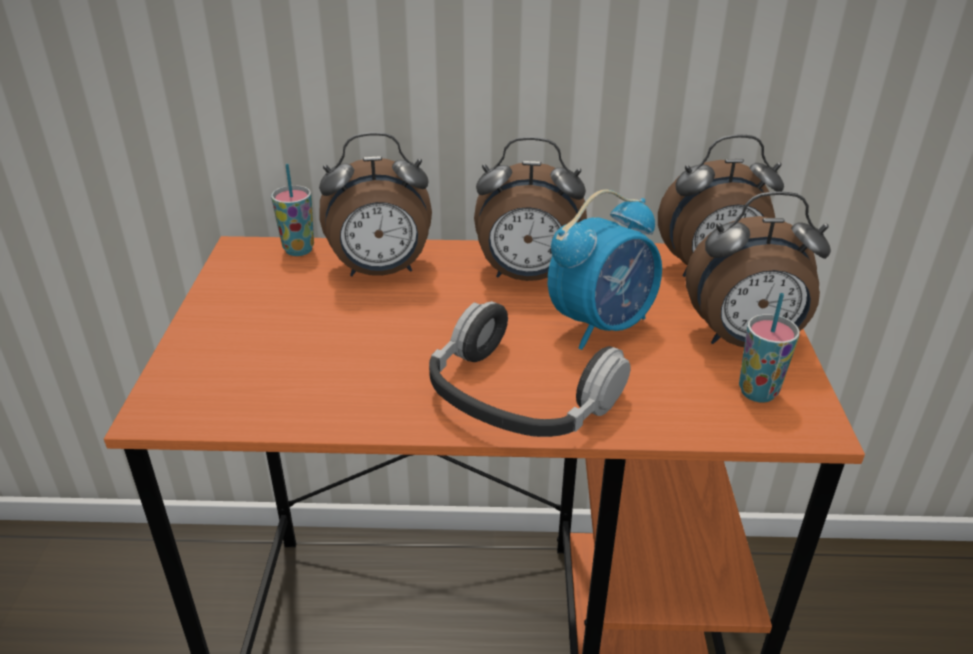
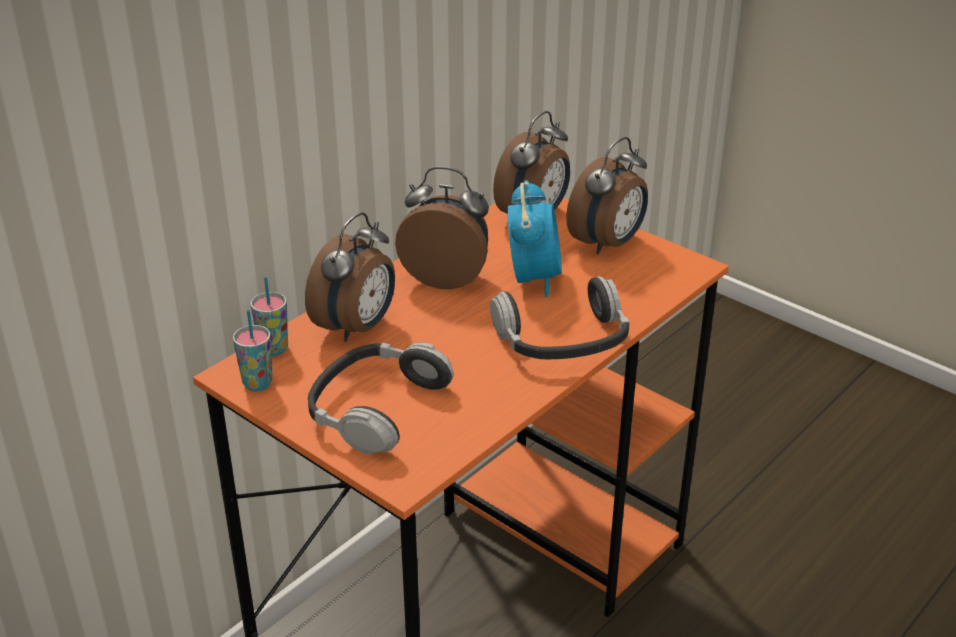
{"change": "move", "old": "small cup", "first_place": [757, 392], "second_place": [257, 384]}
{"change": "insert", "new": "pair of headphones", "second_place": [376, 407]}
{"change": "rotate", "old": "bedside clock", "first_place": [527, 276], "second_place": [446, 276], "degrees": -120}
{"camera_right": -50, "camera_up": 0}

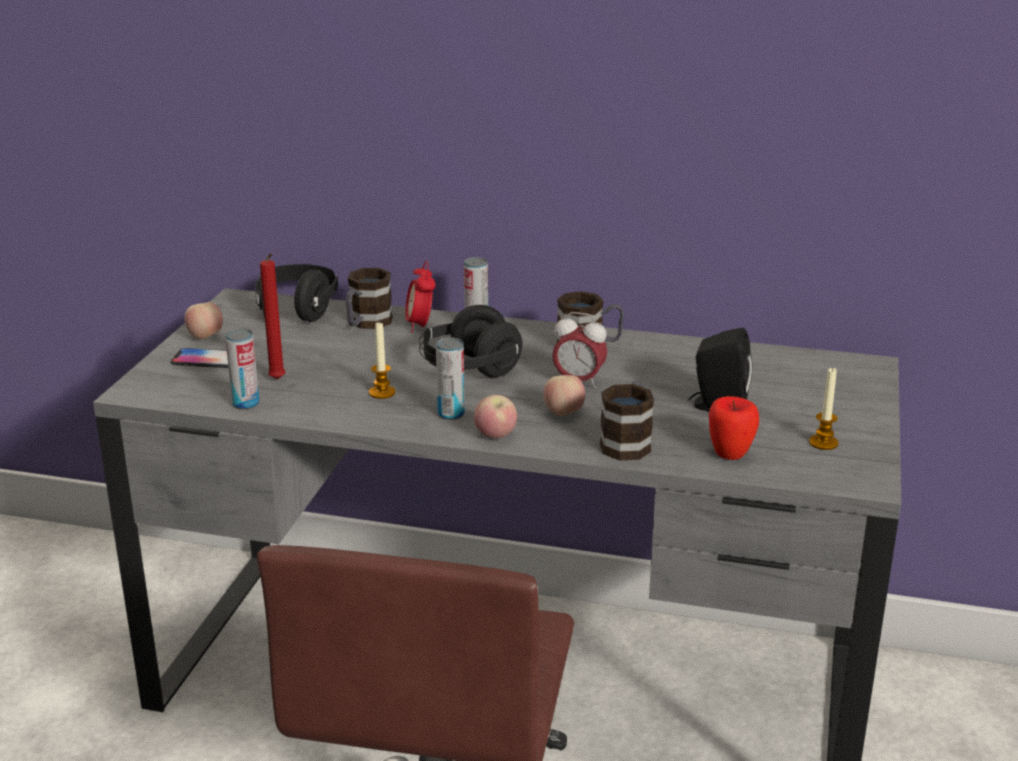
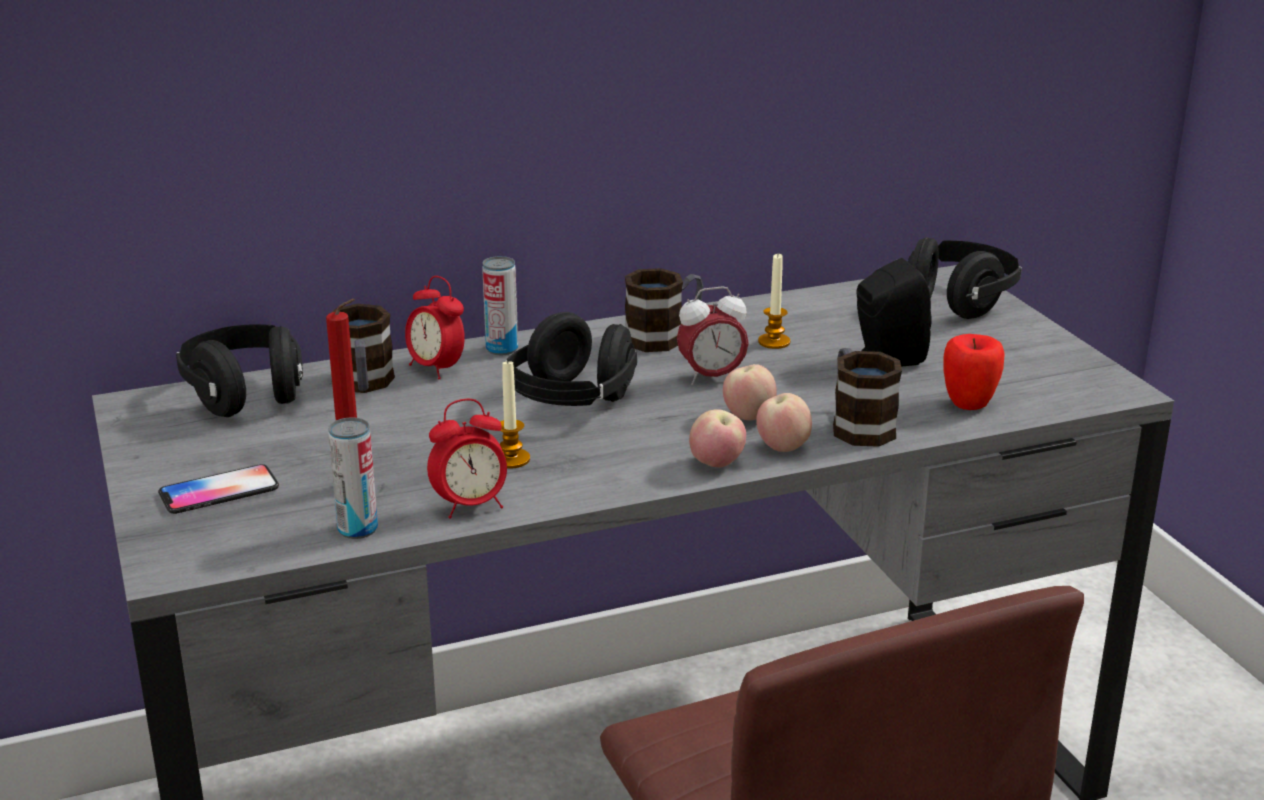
{"change": "insert", "new": "bedside clock", "second_place": [471, 506]}
{"change": "move", "old": "apple", "first_place": [205, 337], "second_place": [783, 447]}
{"change": "move", "old": "wax light", "first_place": [823, 443], "second_place": [774, 342]}
{"change": "insert", "new": "pair of headphones in black", "second_place": [958, 302]}
{"change": "delete", "old": "sealed can", "first_place": [451, 414]}
{"camera_right": -35, "camera_up": 0}

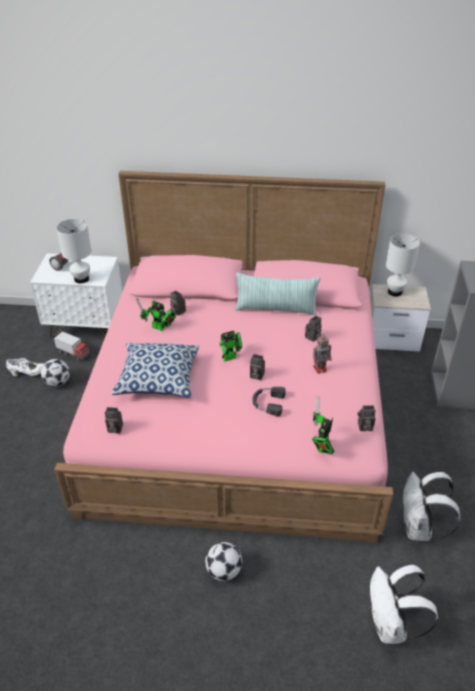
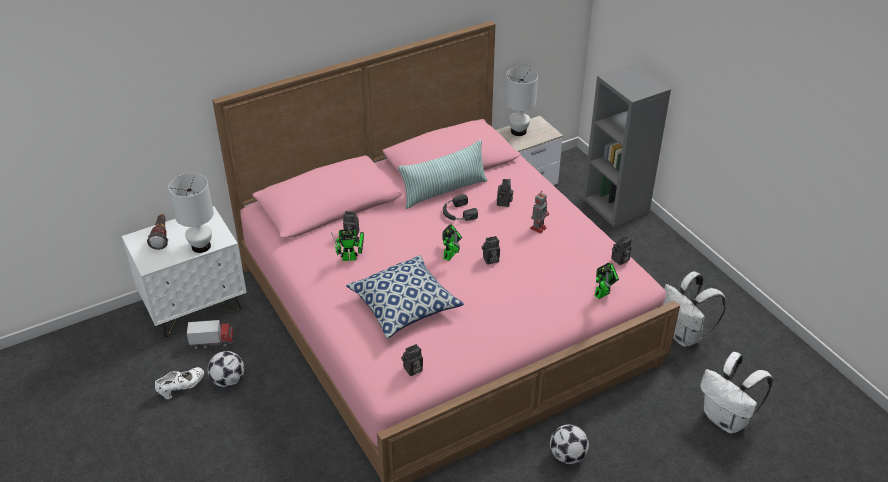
{"change": "move", "old": "pair of headphones in black", "first_place": [268, 403], "second_place": [458, 213]}
{"change": "rotate", "old": "robot figure", "first_place": [321, 447], "second_place": [603, 293], "degrees": -120}
{"camera_right": -35, "camera_up": 0}

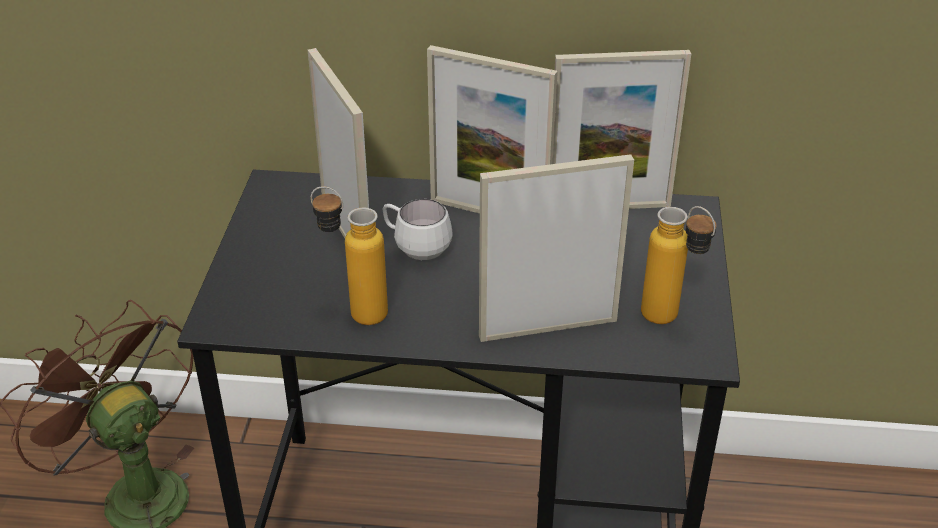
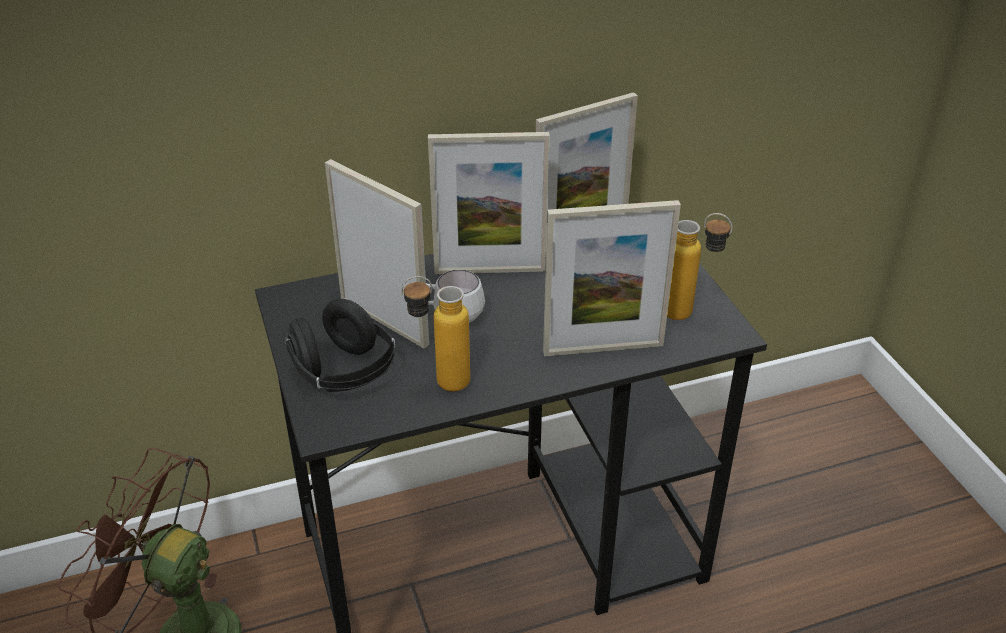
{"change": "insert", "new": "pair of headphones in black", "second_place": [343, 373]}
{"change": "rotate", "old": "standing frame", "first_place": [548, 328], "second_place": [603, 348], "degrees": -150}
{"camera_right": -25, "camera_up": 0}

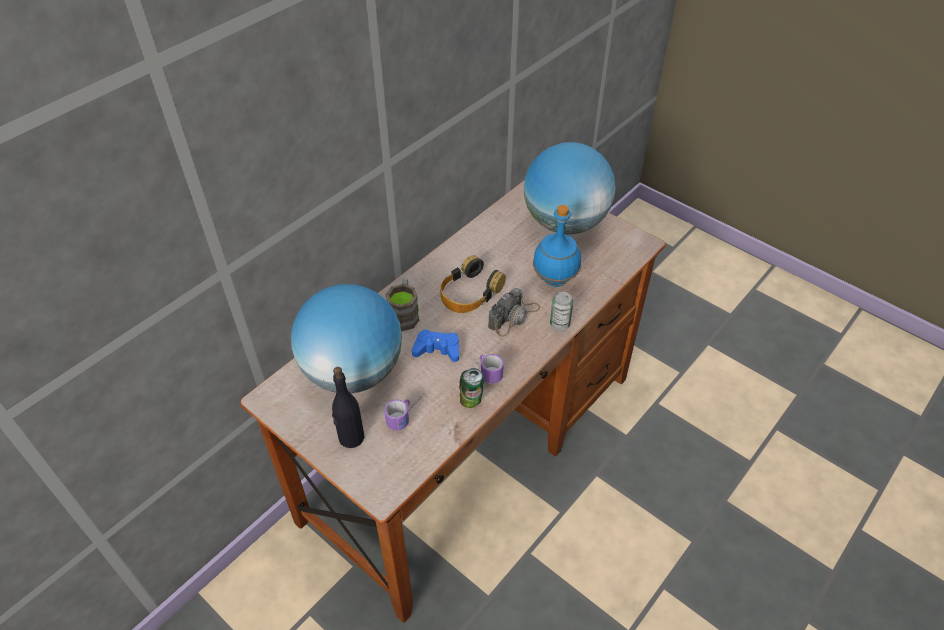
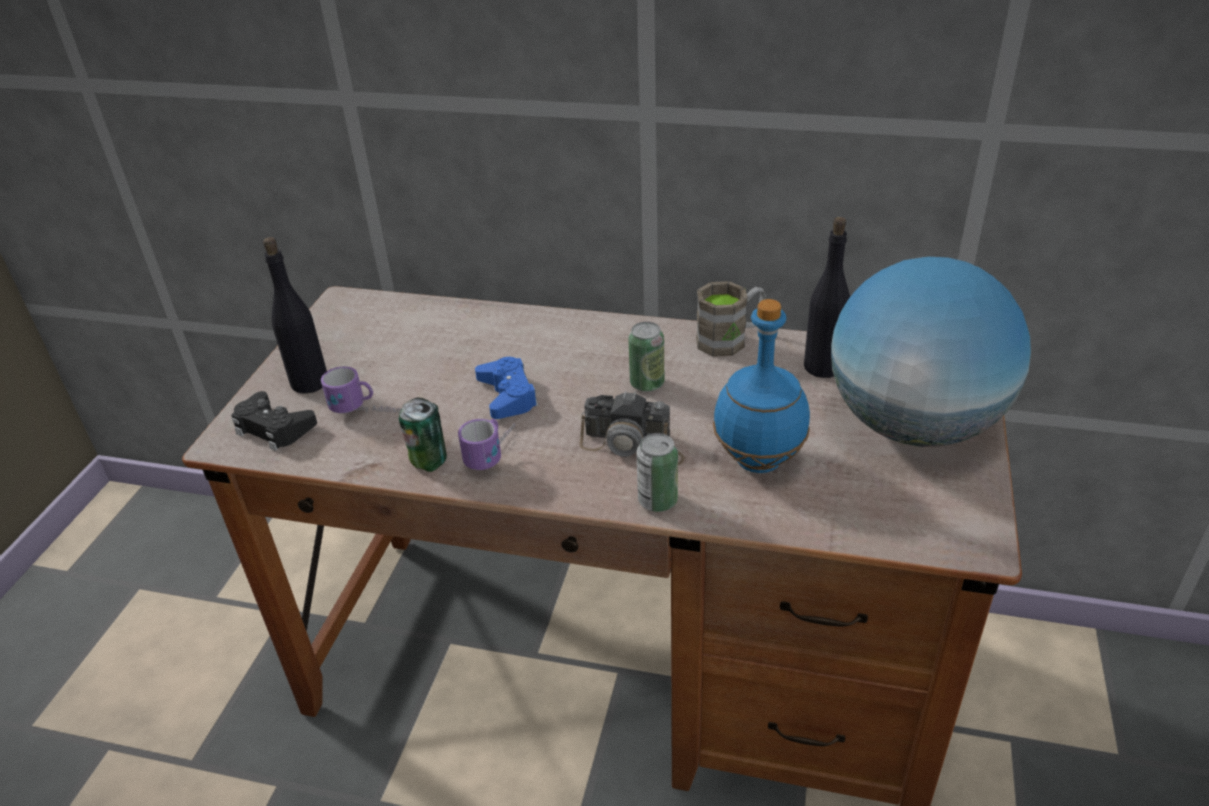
{"change": "insert", "new": "game controller in black", "second_place": [274, 428]}
{"change": "replace", "old": "pair of headphones", "new": "sealed can", "first_place": [470, 292], "second_place": [647, 383]}
{"change": "move", "old": "coffee mug in brown", "first_place": [404, 314], "second_place": [730, 339]}
{"change": "insert", "new": "beverage bottle in black", "second_place": [823, 366]}
{"change": "delete", "old": "desk globe", "first_place": [353, 372]}
{"camera_right": 65, "camera_up": -10}

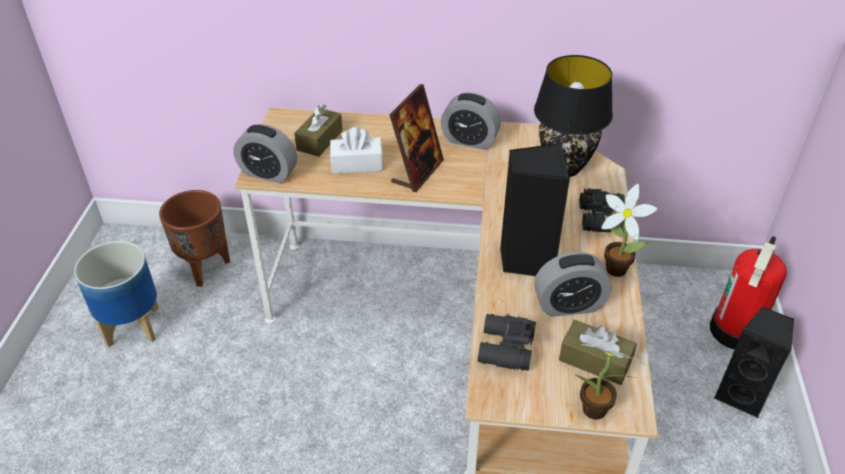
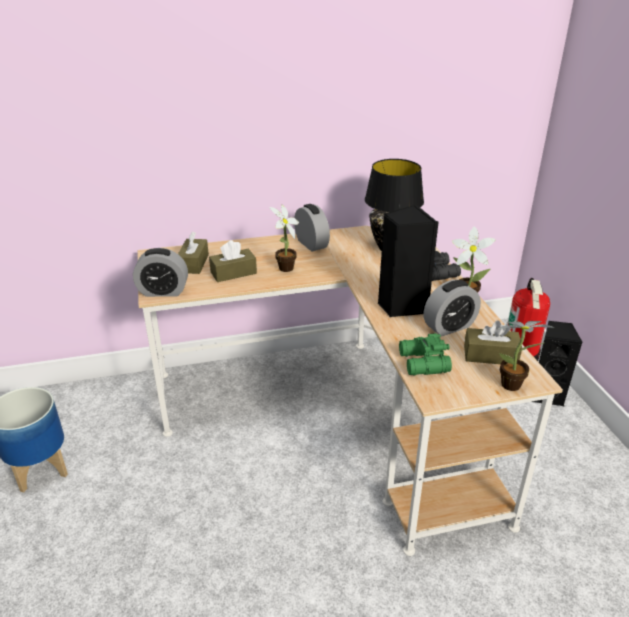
{"change": "recolor", "old": "tissue holder in whitish", "new": "tissue holder in brown", "first_place": [357, 164], "second_place": [233, 273]}
{"change": "replace", "old": "standing frame", "new": "houseplant", "first_place": [417, 172], "second_place": [284, 269]}
{"change": "rotate", "old": "bedside clock", "first_place": [469, 140], "second_place": [311, 244], "degrees": -120}
{"change": "recolor", "old": "binoculars in black", "new": "binoculars in green-coloured", "first_place": [504, 349], "second_place": [422, 363]}
{"change": "delete", "old": "planter in brown", "first_place": [205, 268]}
{"camera_right": -20, "camera_up": -10}

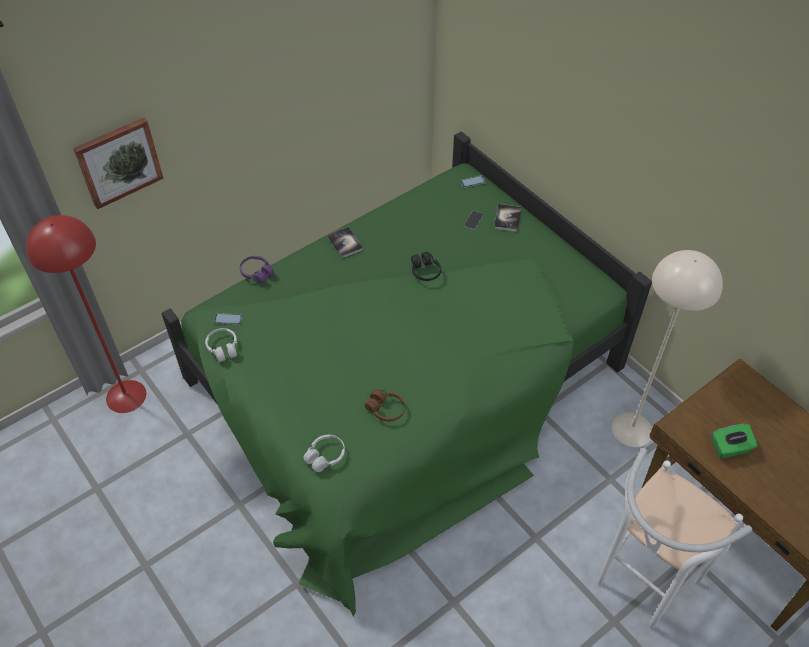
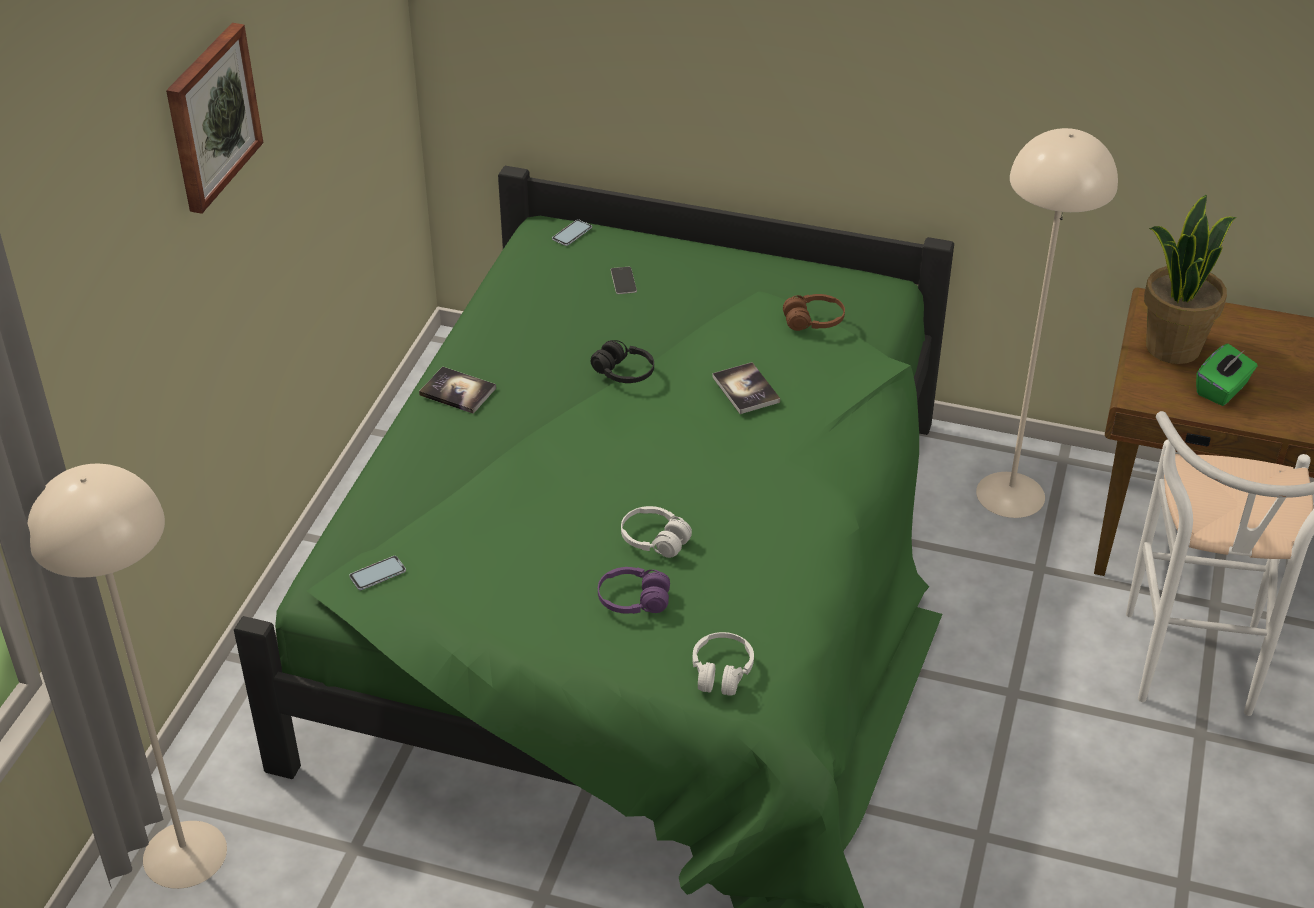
{"change": "recolor", "old": "floor lamp in reddish", "new": "floor lamp in beige", "first_place": [126, 396], "second_place": [185, 853]}
{"change": "move", "old": "wall picture", "first_place": [118, 162], "second_place": [211, 116]}
{"change": "move", "old": "pair of headphones in purplish", "first_place": [257, 273], "second_place": [633, 600]}
{"change": "move", "old": "pair of headphones in whitish", "first_place": [223, 348], "second_place": [654, 540]}
{"change": "move", "old": "volume", "first_place": [507, 218], "second_place": [746, 389]}
{"change": "move", "old": "pair of headphones in brown", "first_place": [385, 409], "second_place": [813, 321]}
{"change": "insert", "new": "houseplant", "second_place": [1172, 347]}
{"camera_right": -35, "camera_up": -10}

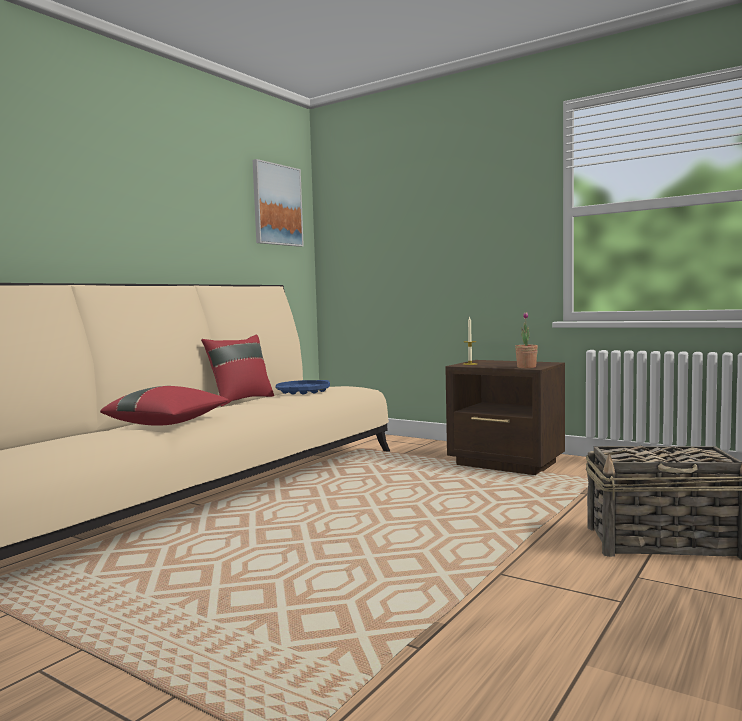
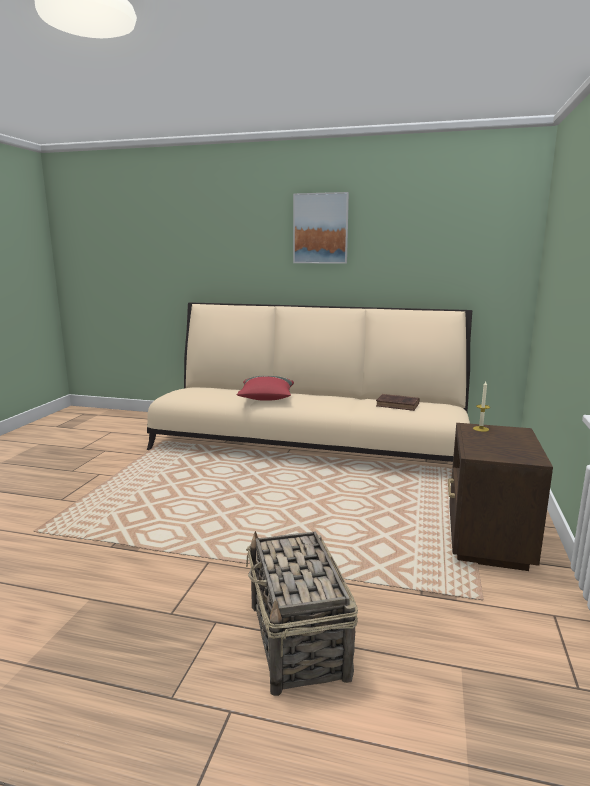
{"change": "move", "old": "wall picture", "first_place": [277, 205], "second_place": [320, 228]}
{"change": "replace", "old": "tray in bluish", "new": "volume in brown", "first_place": [303, 391], "second_place": [398, 405]}
{"change": "delete", "old": "throw pillow in reddish", "first_place": [240, 400]}
{"change": "delete", "old": "houseplant", "first_place": [526, 367]}
{"camera_right": 70, "camera_up": 10}

